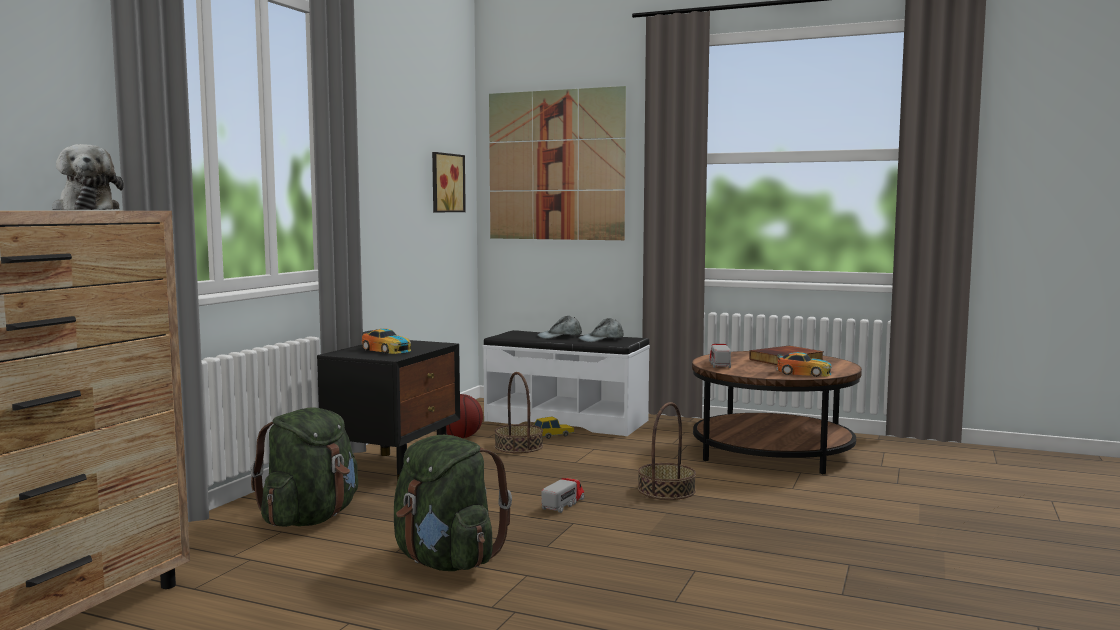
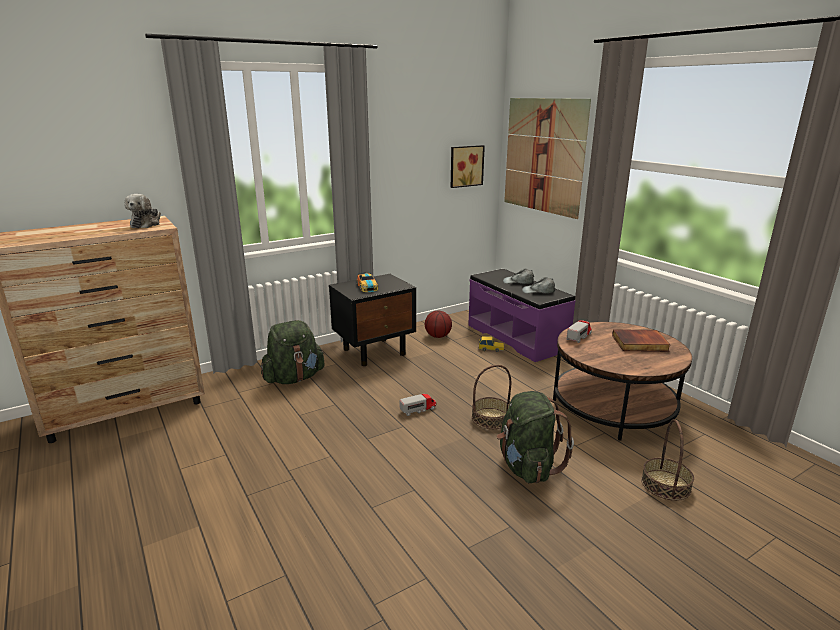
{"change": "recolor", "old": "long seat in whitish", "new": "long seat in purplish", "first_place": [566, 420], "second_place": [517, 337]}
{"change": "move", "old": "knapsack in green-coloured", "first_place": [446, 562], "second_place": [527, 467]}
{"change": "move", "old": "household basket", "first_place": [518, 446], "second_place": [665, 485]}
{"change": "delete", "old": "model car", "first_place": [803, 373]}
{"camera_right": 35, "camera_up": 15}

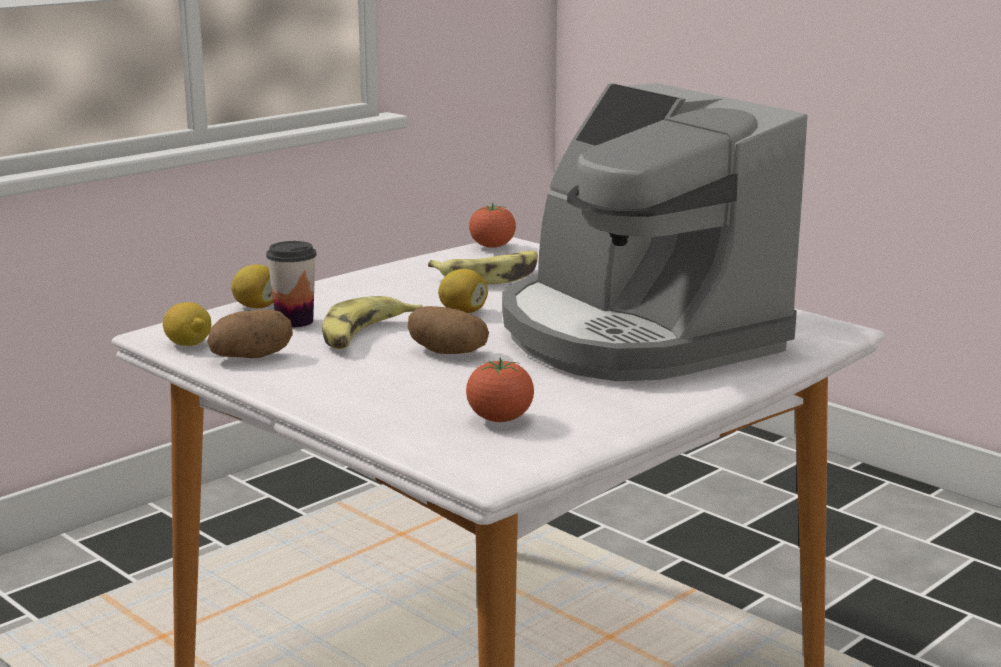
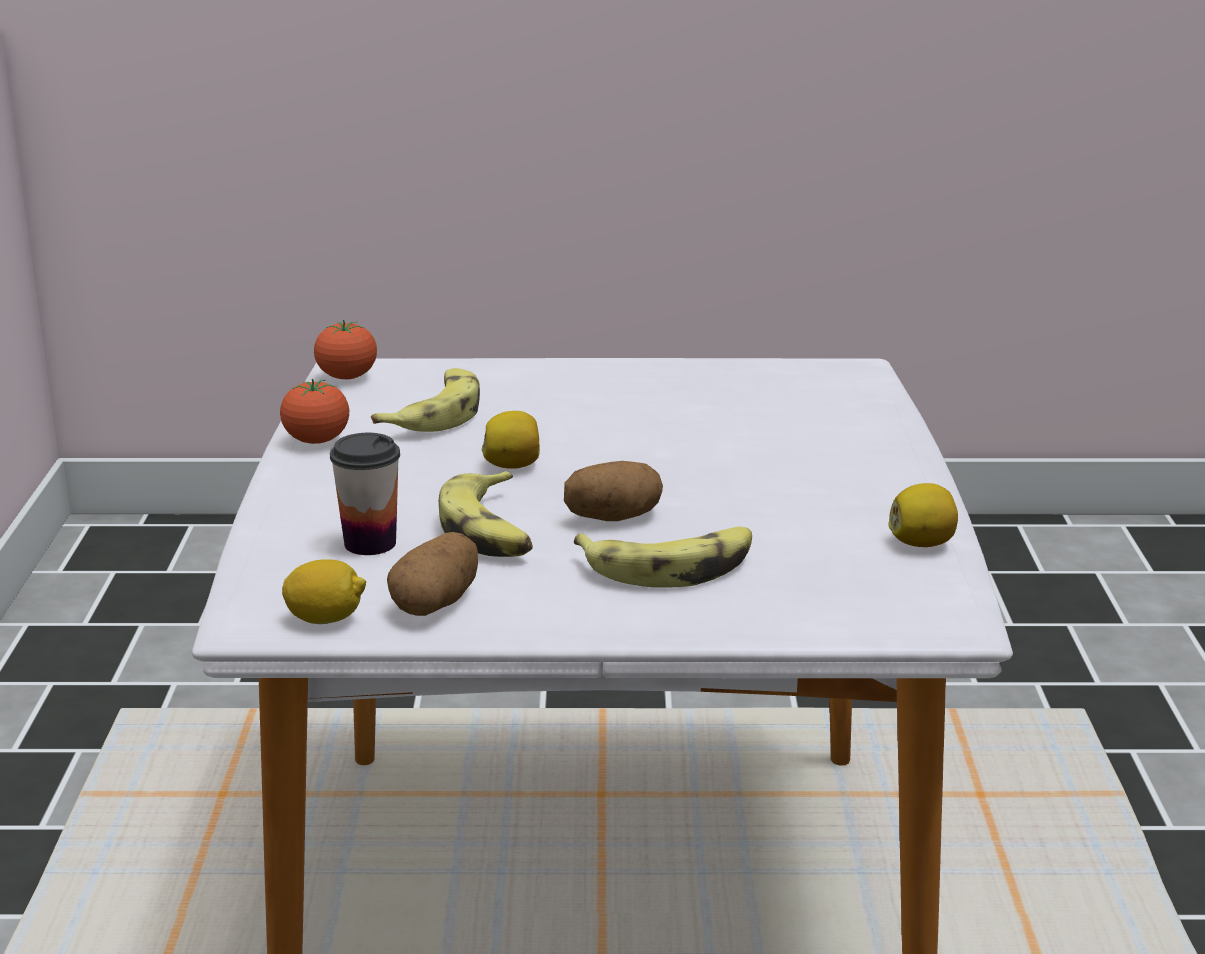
{"change": "move", "old": "whole tomato", "first_place": [500, 420], "second_place": [316, 441]}
{"change": "insert", "new": "whole banana", "second_place": [670, 567]}
{"change": "move", "old": "whole lemon", "first_place": [256, 307], "second_place": [922, 543]}
{"change": "delete", "old": "coffee maker", "first_place": [635, 335]}
{"camera_right": -45, "camera_up": 5}

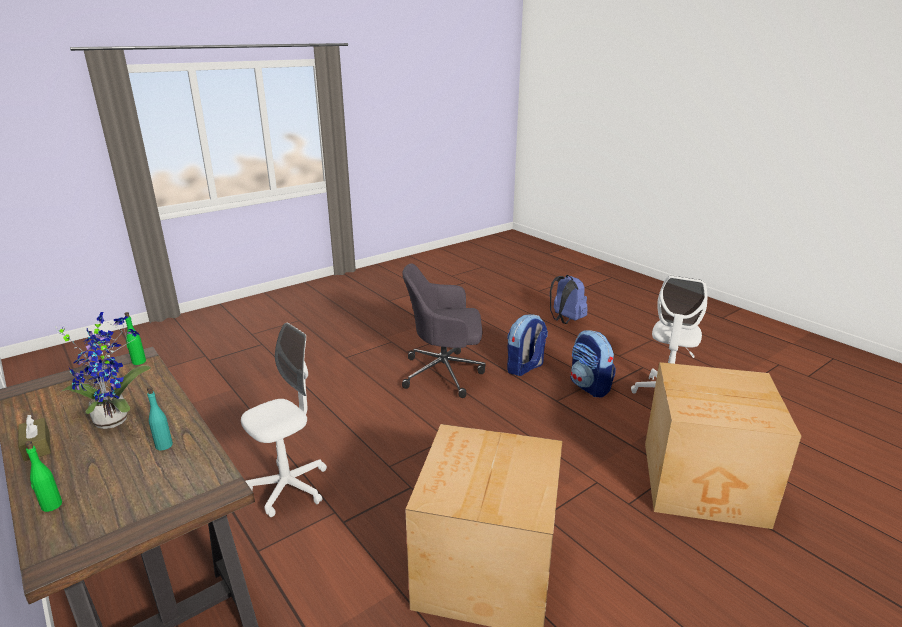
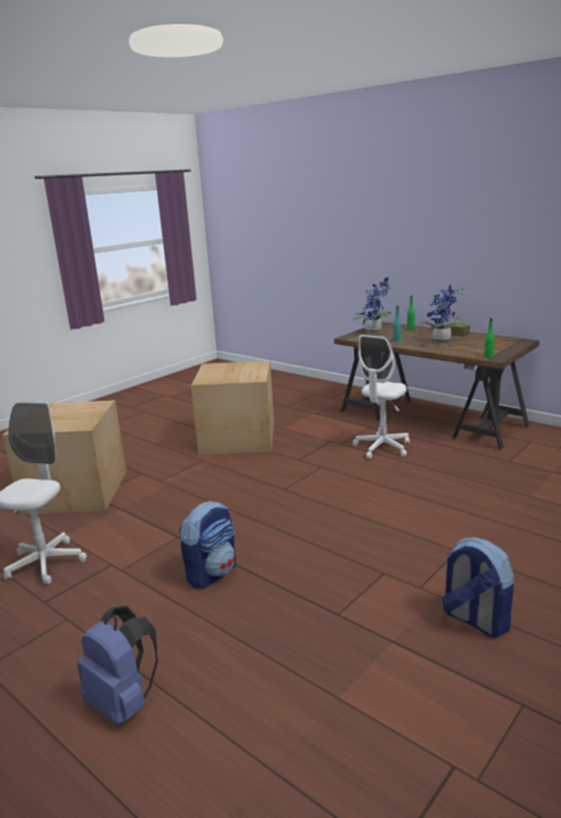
{"change": "insert", "new": "houseplant", "second_place": [375, 332]}
{"change": "move", "old": "knapsack", "first_place": [590, 387], "second_place": [474, 620]}
{"change": "delete", "old": "office chair in gray", "first_place": [445, 373]}
{"camera_right": 170, "camera_up": -5}

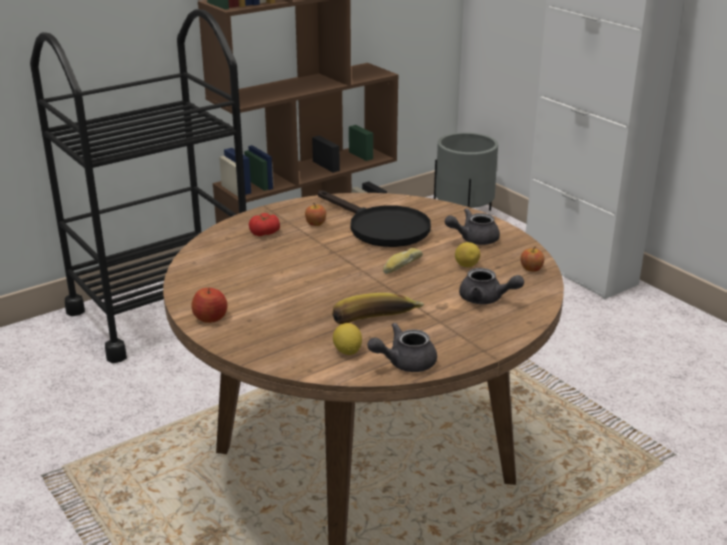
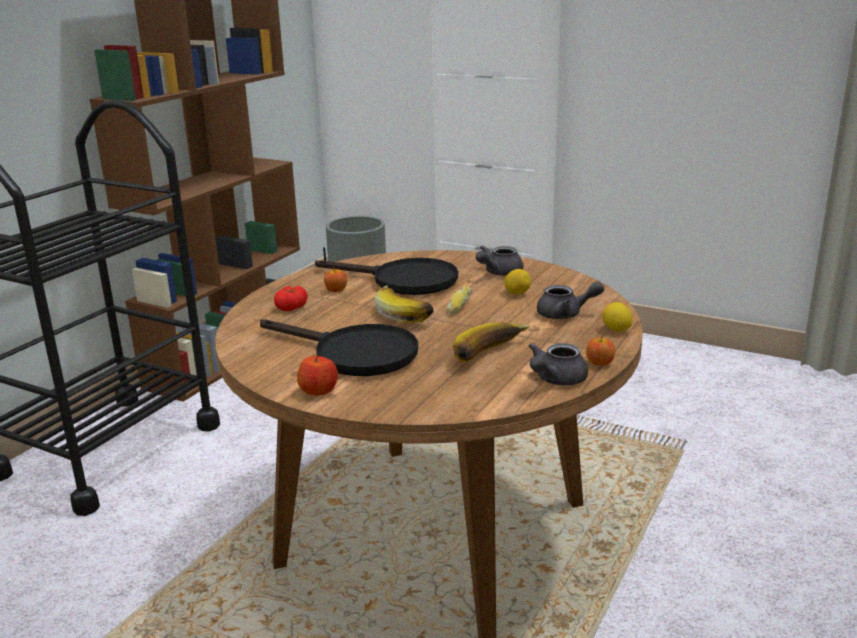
{"change": "insert", "new": "skillet in black", "second_place": [353, 354]}
{"change": "insert", "new": "whole banana", "second_place": [406, 314]}
{"change": "move", "old": "apple", "first_place": [531, 269], "second_place": [599, 363]}
{"change": "move", "old": "whole lemon", "first_place": [347, 351], "second_place": [616, 330]}
{"camera_right": -25, "camera_up": -5}

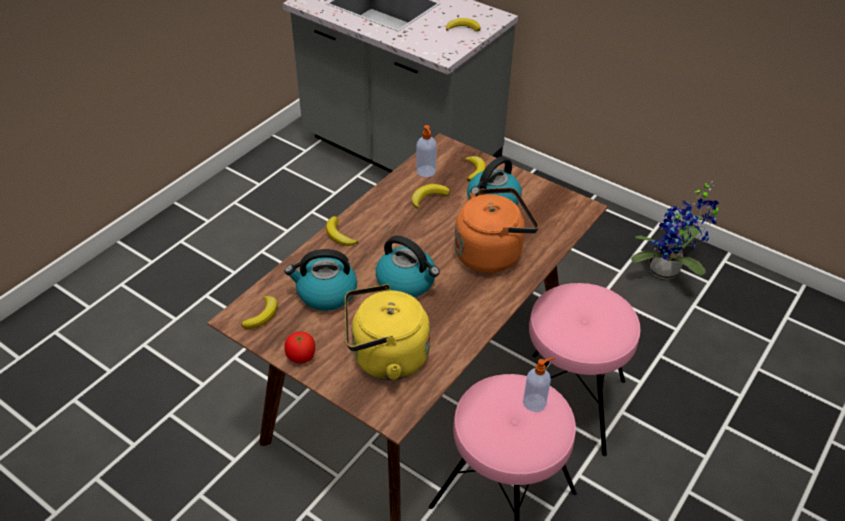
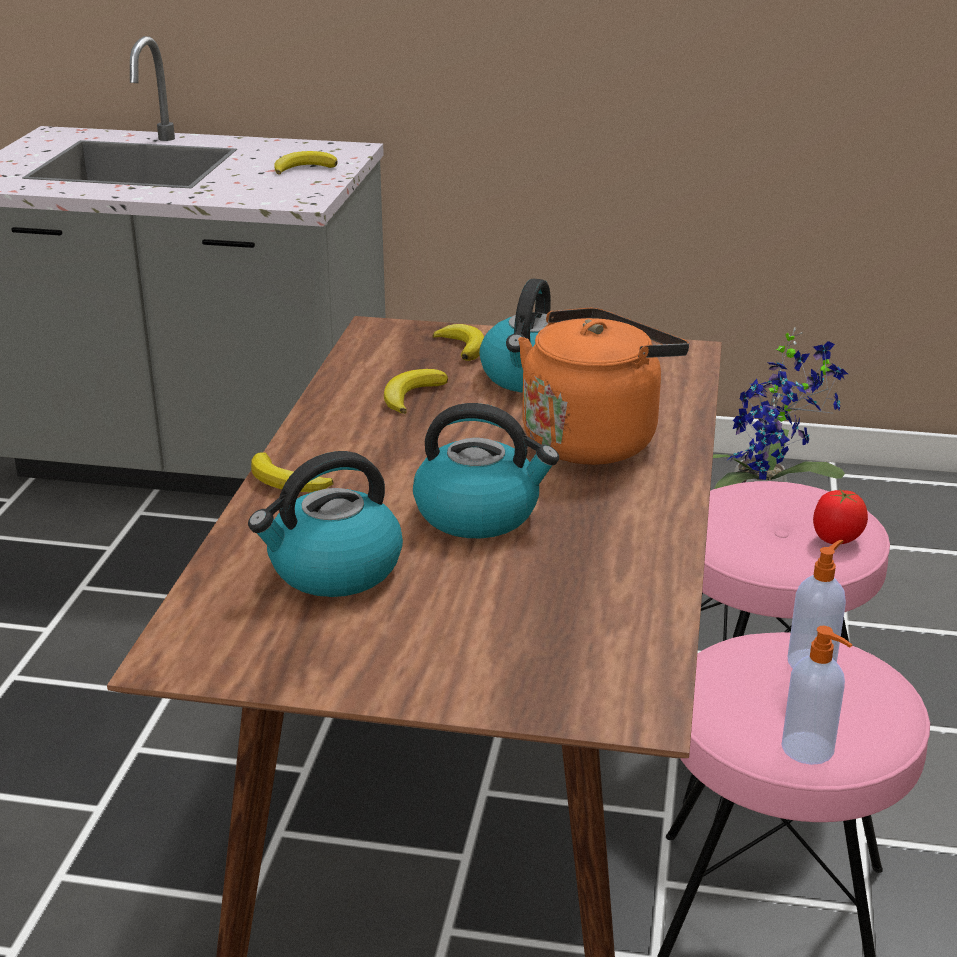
{"change": "move", "old": "soap dispenser", "first_place": [426, 172], "second_place": [809, 749]}
{"change": "move", "old": "whole tomato", "first_place": [301, 357], "second_place": [836, 538]}
{"change": "delete", "old": "whole banana", "first_place": [262, 315]}
{"change": "delete", "old": "water kettle in yellow", "first_place": [385, 358]}
{"camera_right": -25, "camera_up": -15}

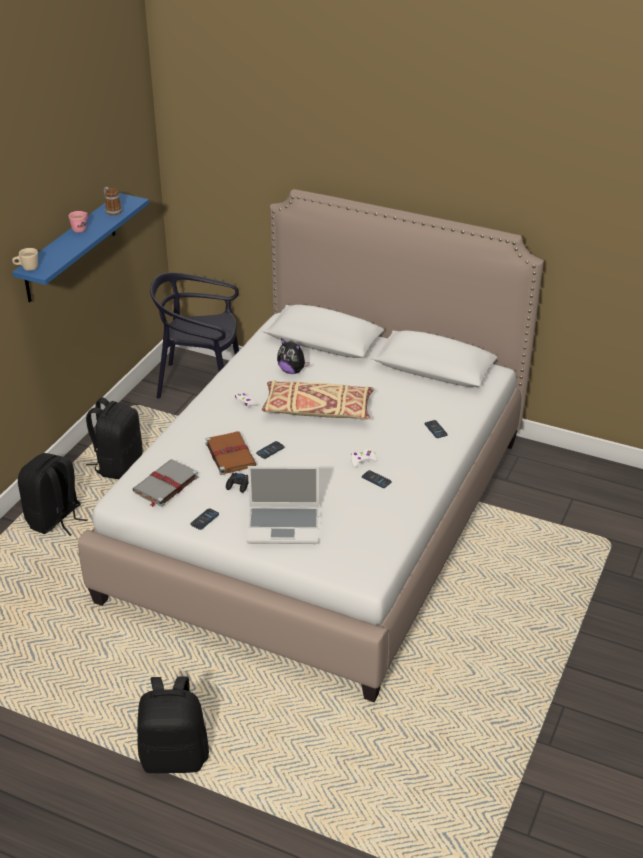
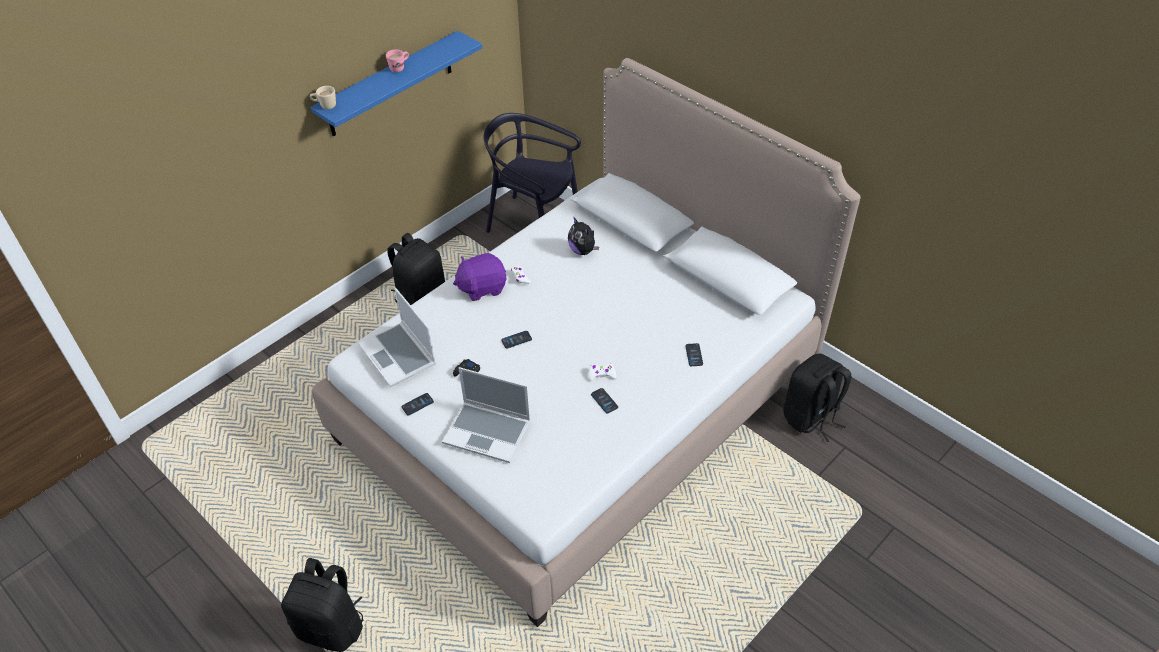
{"change": "replace", "old": "volume in gray", "new": "notebook computer", "first_place": [165, 485], "second_place": [399, 355]}
{"change": "insert", "new": "cuddly toy in purplish", "second_place": [482, 287]}
{"change": "move", "old": "knapsack in black", "first_place": [55, 519], "second_place": [811, 417]}
{"change": "delete", "old": "coffee mug", "first_place": [112, 210]}
{"change": "delete", "old": "volume in brown", "first_place": [230, 454]}
{"change": "delete", "old": "throw pillow in beige", "first_place": [317, 410]}
{"camera_right": 20, "camera_up": 10}

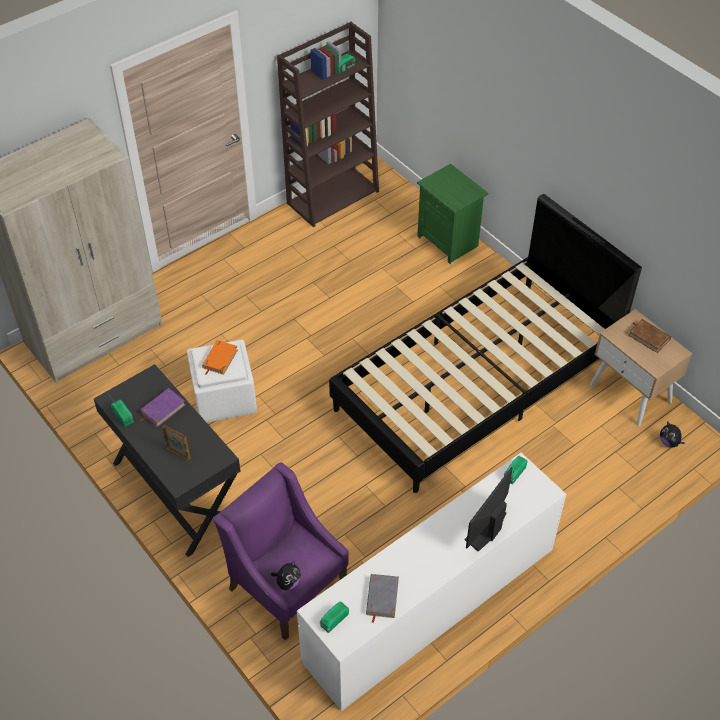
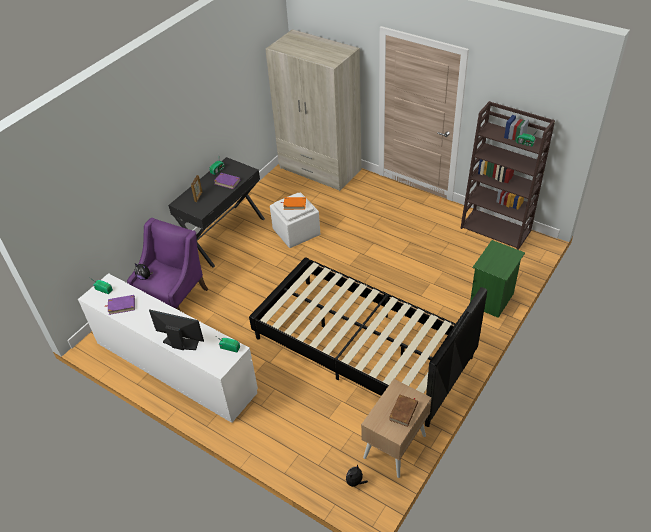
{"change": "recolor", "old": "volume in gray", "new": "volume in purplish", "first_place": [382, 597], "second_place": [121, 306]}
{"camera_right": 75, "camera_up": -5}

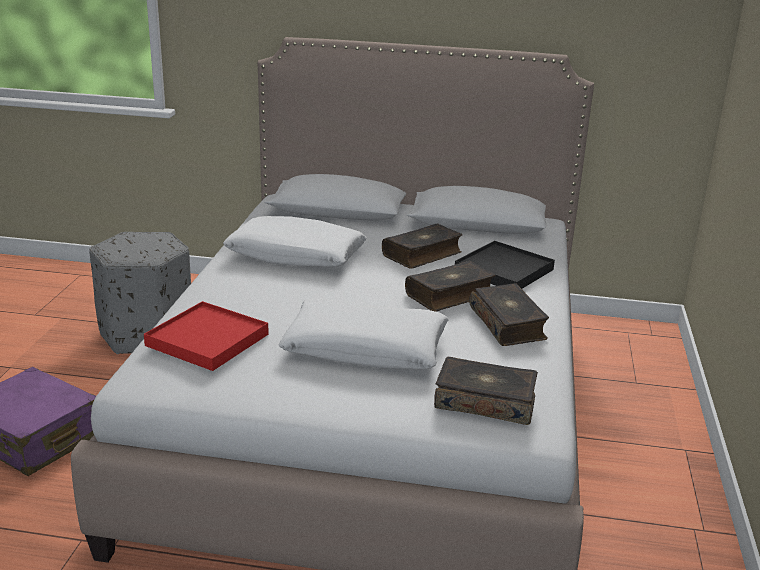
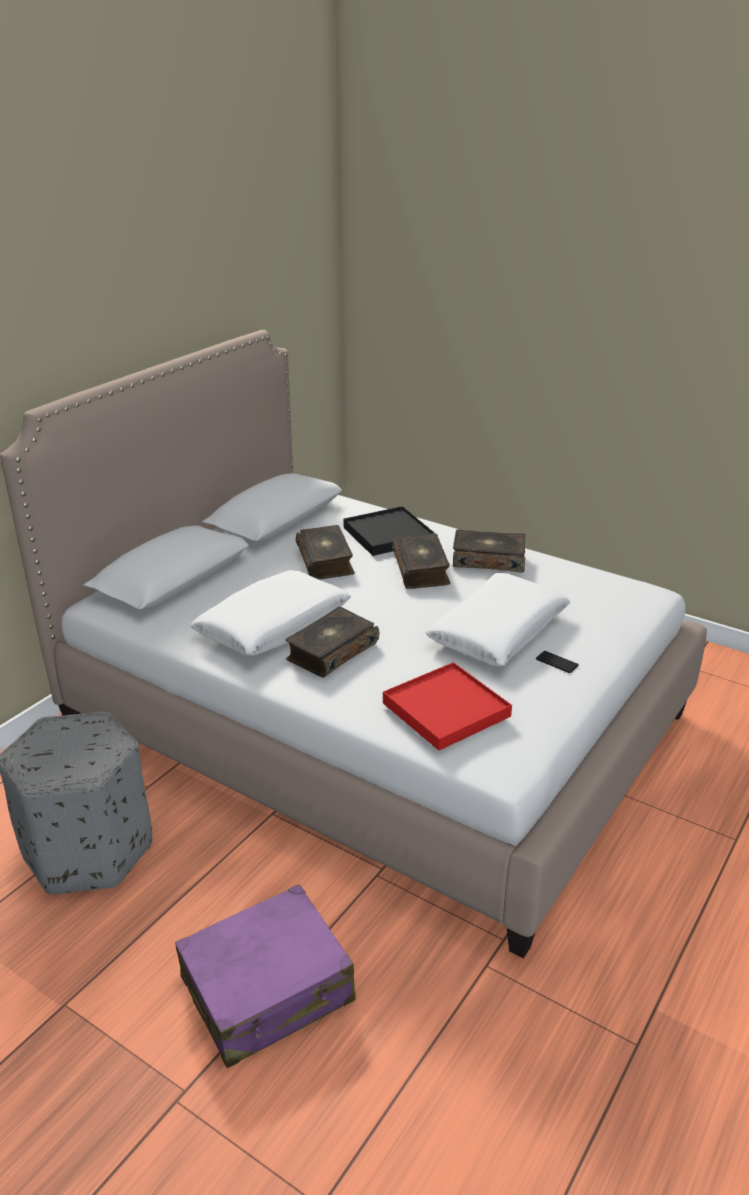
{"change": "move", "old": "volume", "first_place": [485, 401], "second_place": [331, 651]}
{"change": "insert", "new": "phone", "second_place": [556, 662]}
{"camera_right": -65, "camera_up": 5}

